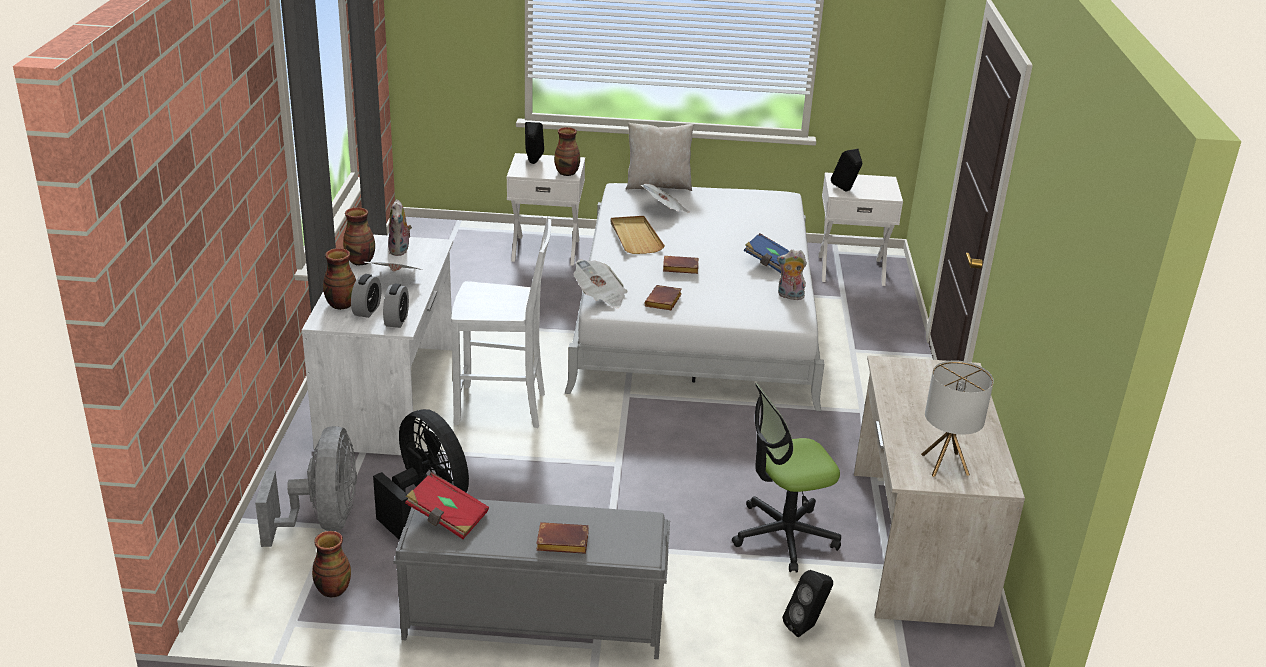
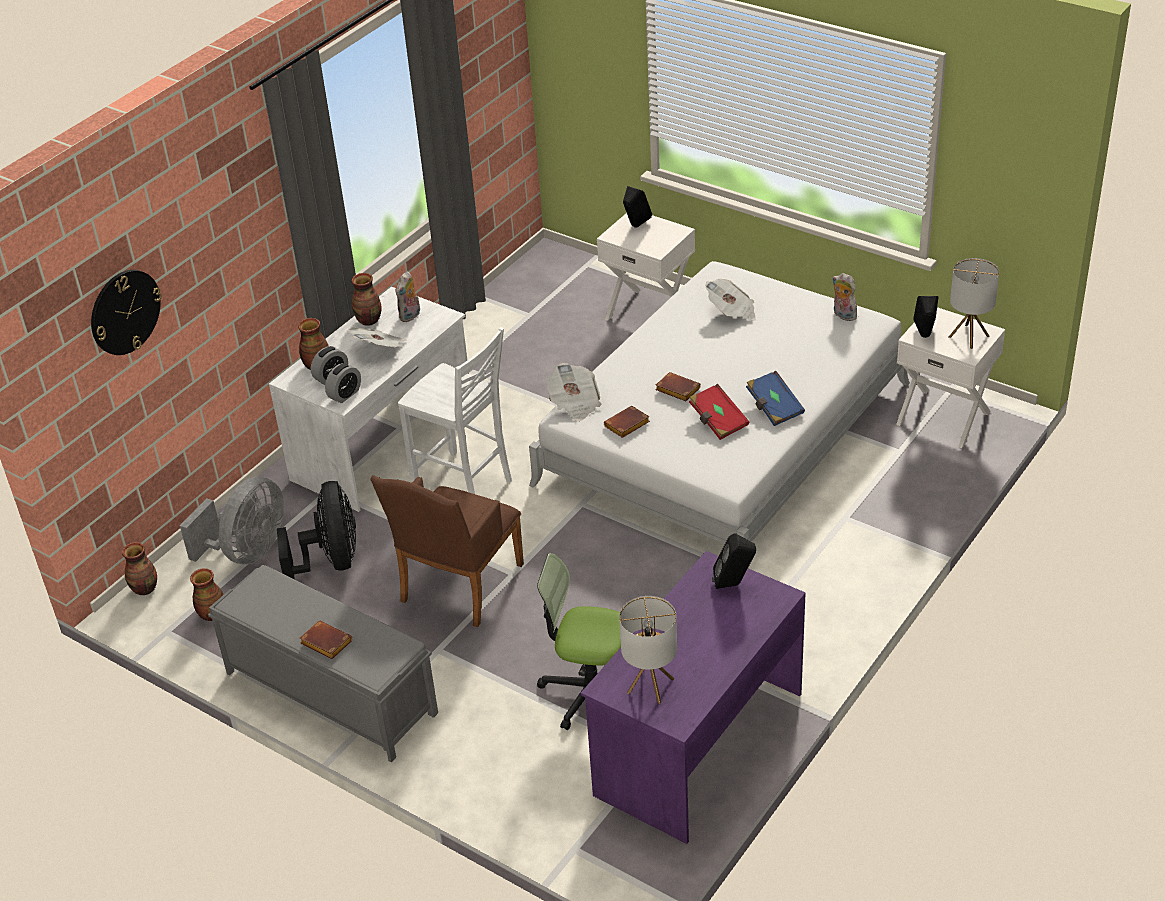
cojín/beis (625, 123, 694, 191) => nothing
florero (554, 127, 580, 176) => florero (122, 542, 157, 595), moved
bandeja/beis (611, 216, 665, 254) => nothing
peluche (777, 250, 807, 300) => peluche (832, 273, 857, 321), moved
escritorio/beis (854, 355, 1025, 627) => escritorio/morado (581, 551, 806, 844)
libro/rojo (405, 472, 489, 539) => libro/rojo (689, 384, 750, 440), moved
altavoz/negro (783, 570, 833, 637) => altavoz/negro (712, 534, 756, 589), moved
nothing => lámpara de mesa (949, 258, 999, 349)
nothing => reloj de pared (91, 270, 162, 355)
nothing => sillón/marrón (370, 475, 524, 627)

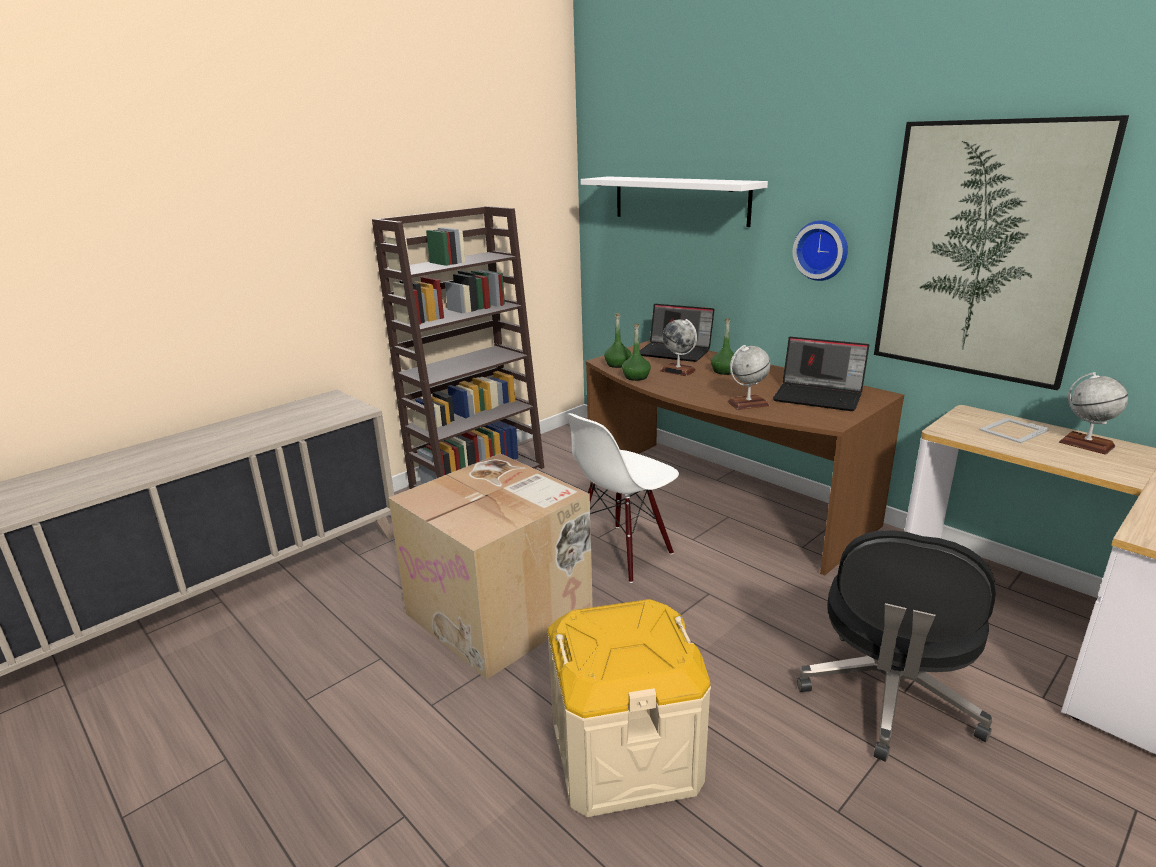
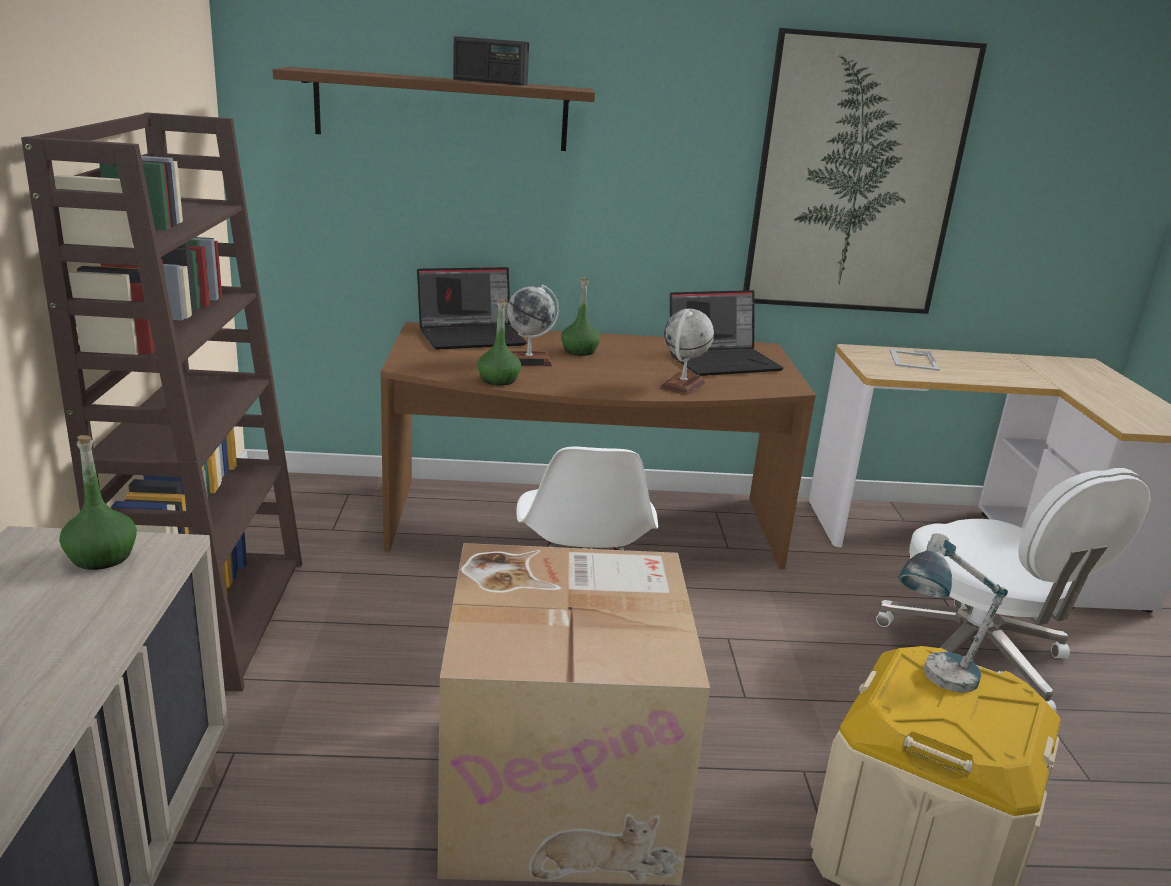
estante/blanco (581, 176, 768, 227) => estante/marrón (272, 67, 595, 151)
reloj de pared (793, 220, 848, 281) => nothing
botella/verde (604, 313, 632, 368) => botella/verde (59, 435, 137, 570), moved
globo terráqueo (1059, 372, 1128, 455) => nothing
silla de oficina/negro (797, 530, 996, 762) => silla de oficina/blanco (876, 468, 1150, 712)
nothing => radio (453, 36, 529, 85)
nothing => lámpara de mesa (898, 533, 1008, 693)

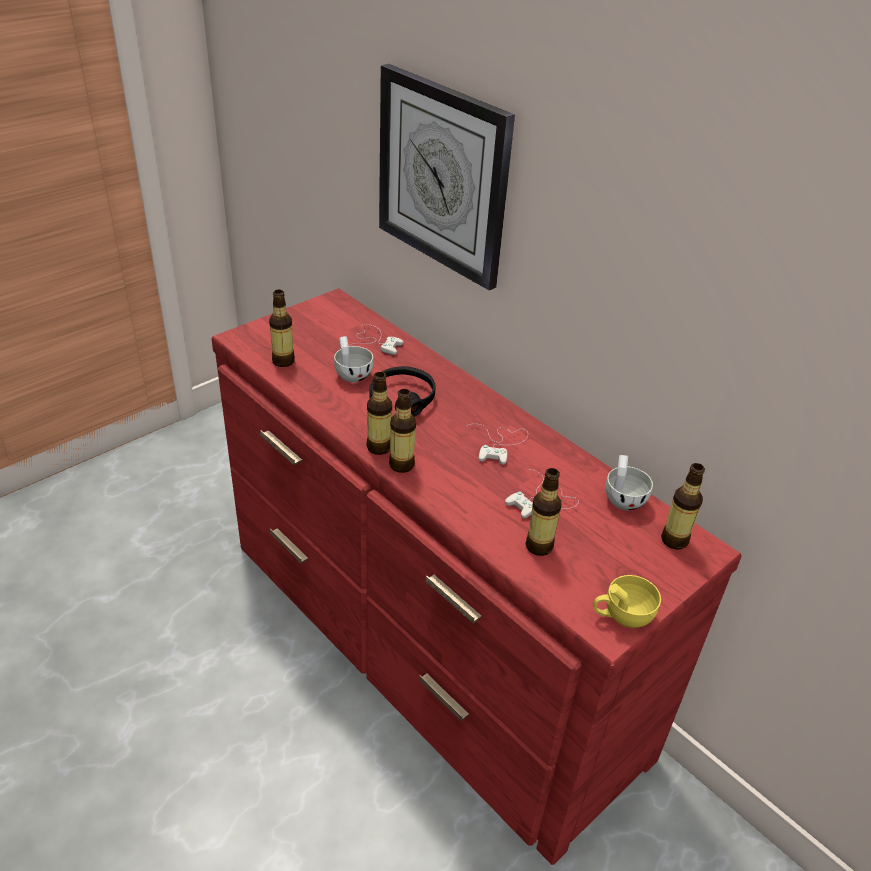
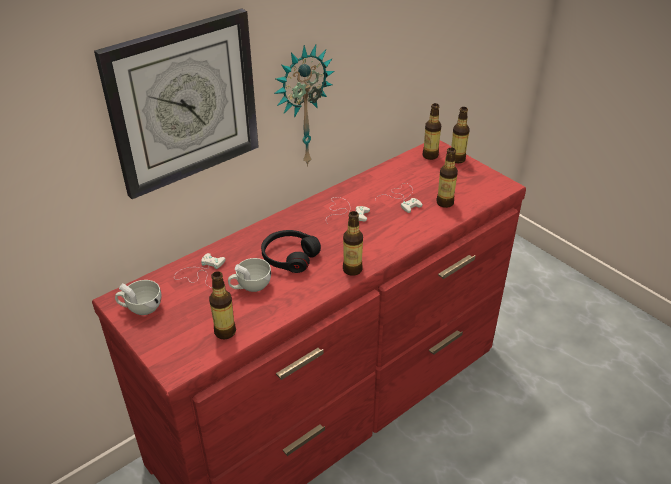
botella (389, 389, 416, 473) => botella (451, 107, 470, 164), moved
taza/blanco (606, 455, 653, 511) => taza/blanco (115, 280, 162, 315), moved
taza/amarillo (593, 575, 661, 628) => nothing
nothing => reloj de pared (274, 45, 335, 166)

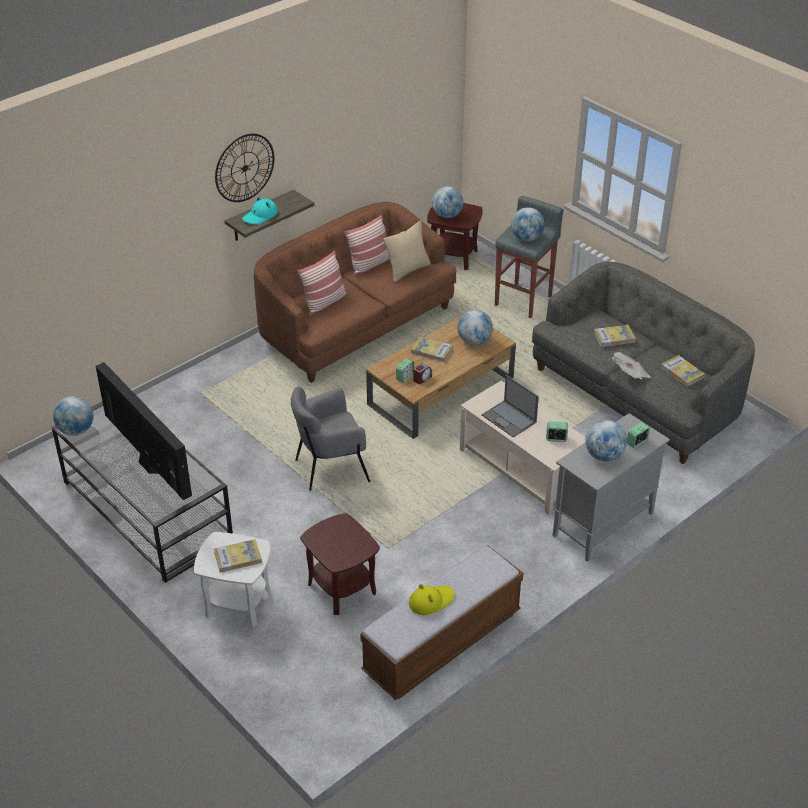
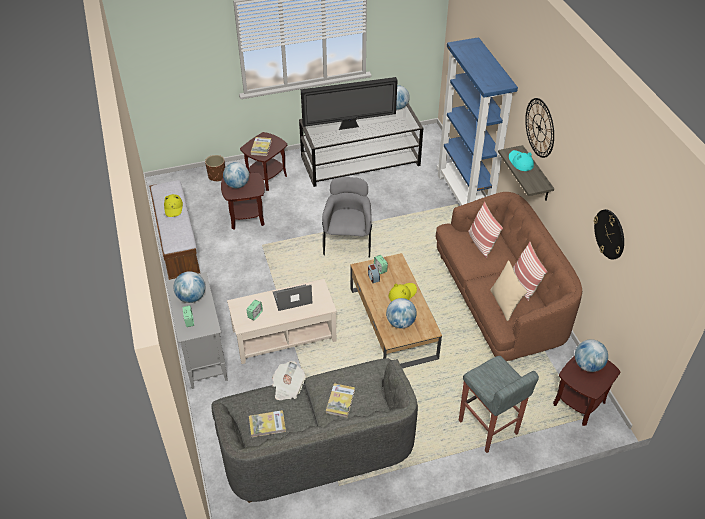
globo terráqueo (511, 207, 545, 241) => globo terráqueo (223, 162, 249, 188), moved
libro (411, 336, 453, 362) => sombrero/amarillo (389, 283, 417, 301)
mesa auxiliar/blanco (194, 532, 271, 627) => mesa auxiliar/marrón (240, 132, 287, 191)
nothing => estantería/azul (437, 37, 518, 206)
nothing => maceta/marrón (205, 155, 225, 181)
nothing => reloj de pared (594, 209, 624, 260)

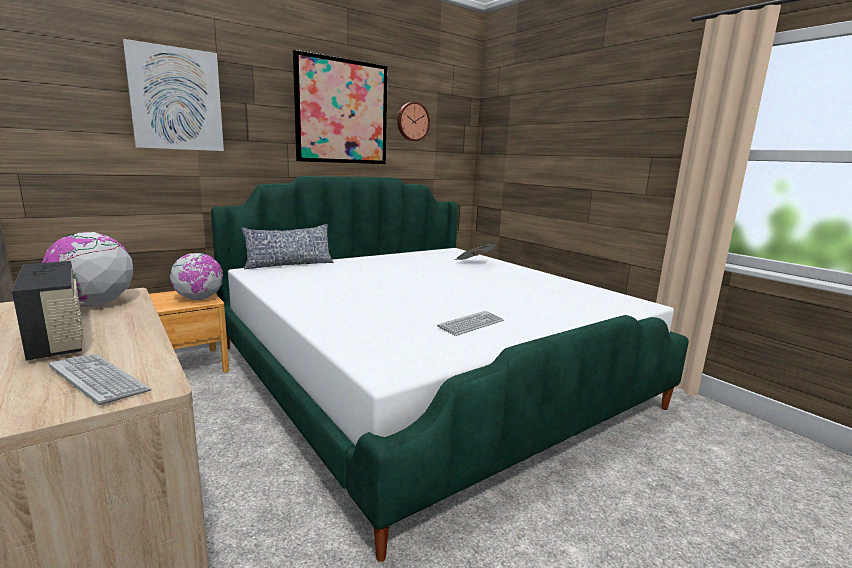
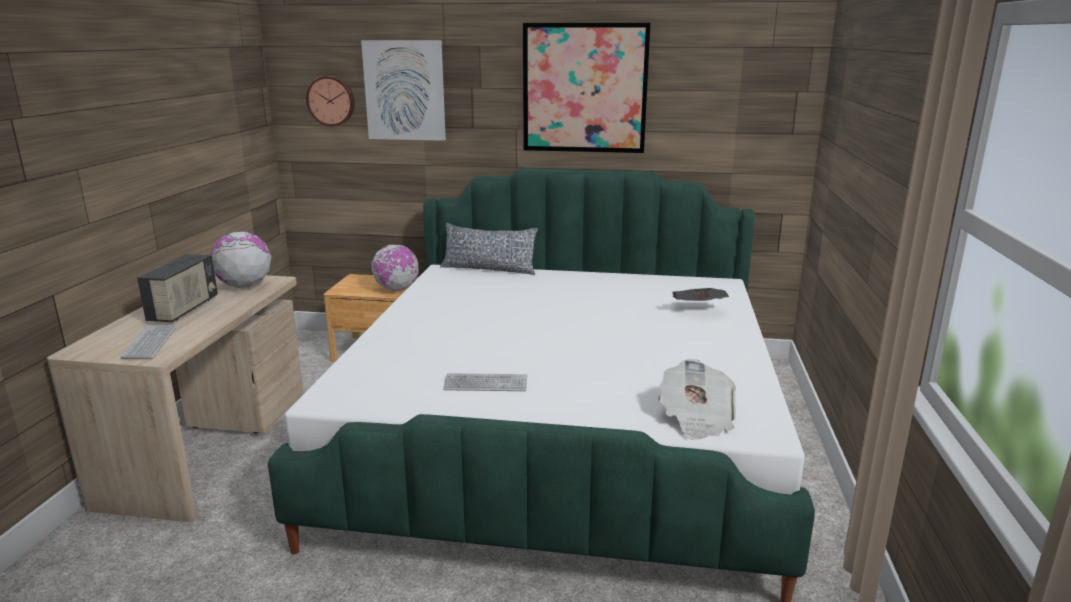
reloj de pared (397, 102, 430, 141) => reloj de pared (306, 76, 355, 126), moved
nothing => periódico (658, 359, 736, 440)

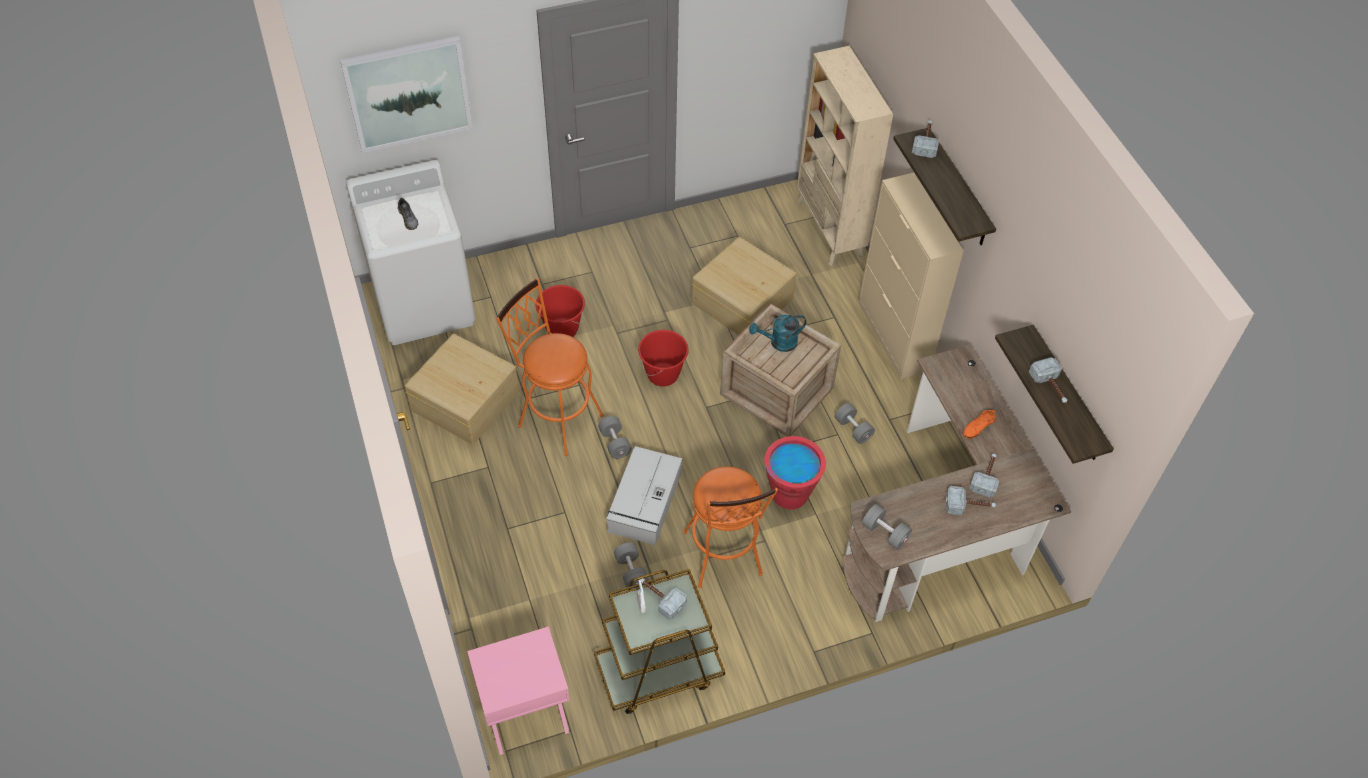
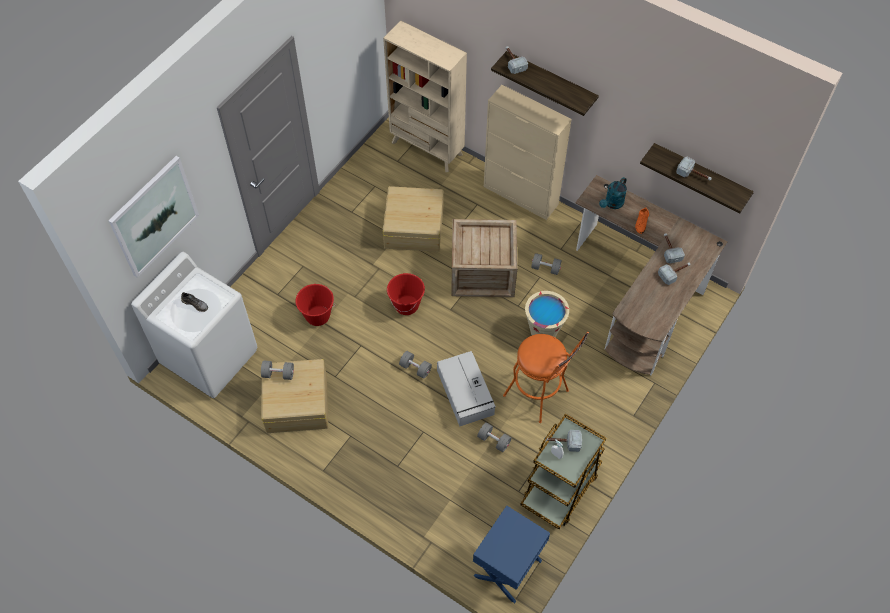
taburete/naranja (496, 278, 604, 456) => nothing
regadera/turquesa (749, 315, 806, 352) => regadera/turquesa (599, 177, 627, 209), moved
cubo/rojo (764, 436, 826, 510) => cubo/beis (525, 291, 569, 337)
mancuerna/gris (862, 504, 912, 550) => mancuerna/gris (261, 361, 294, 380), moved
mesita de noche/rosa (467, 627, 570, 755) => mesita de noche/azul (473, 506, 550, 603)

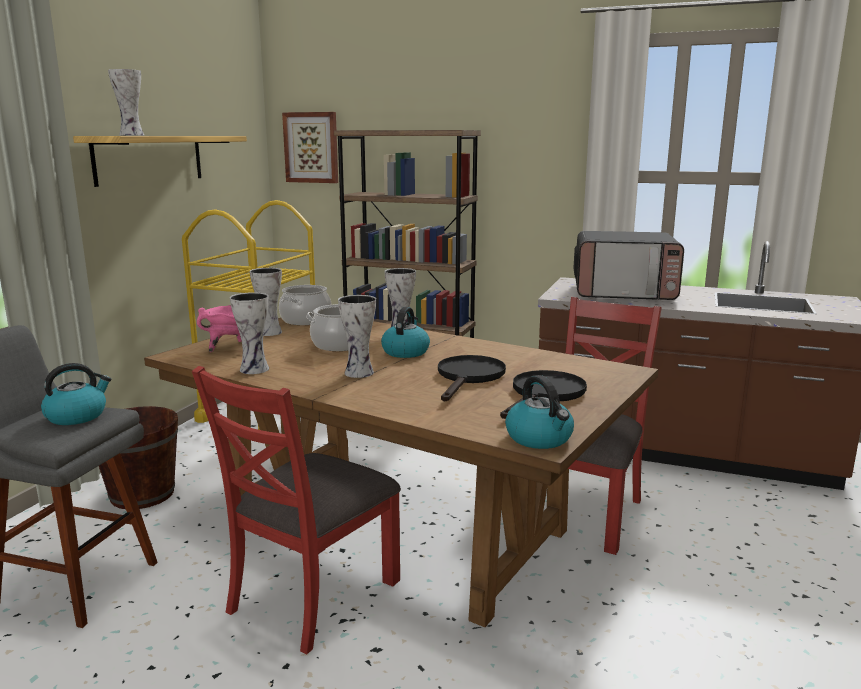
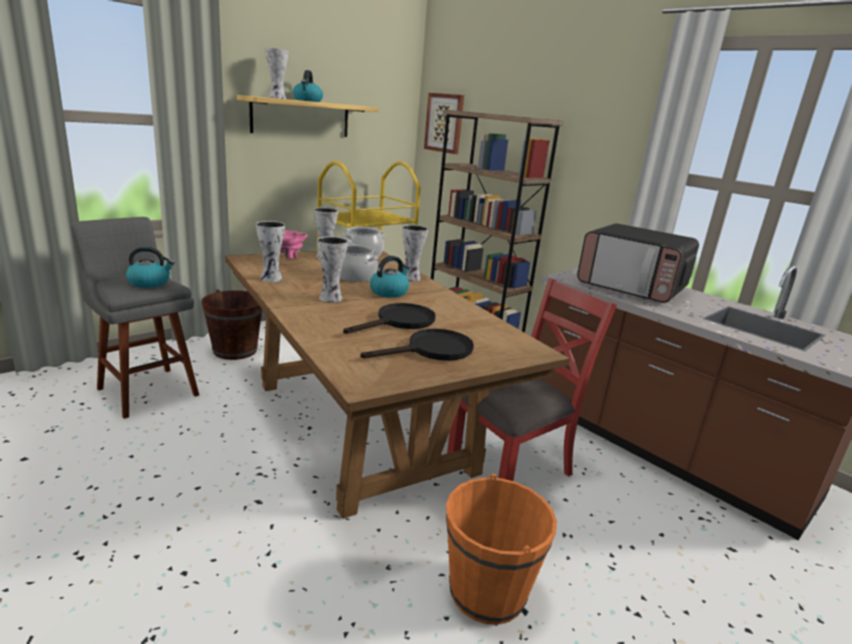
silla/rojo (192, 366, 401, 654) => nothing
hervidor (505, 375, 574, 449) => hervidor (293, 70, 323, 102), moved
nothing => cubo/naranja (446, 474, 557, 625)

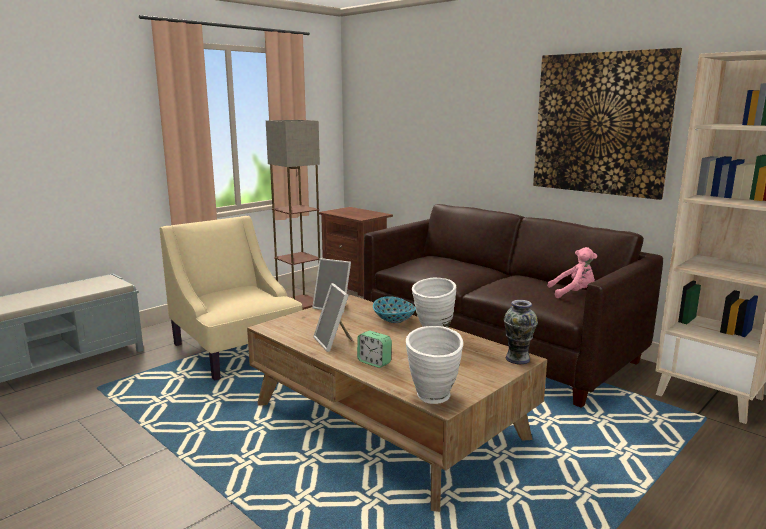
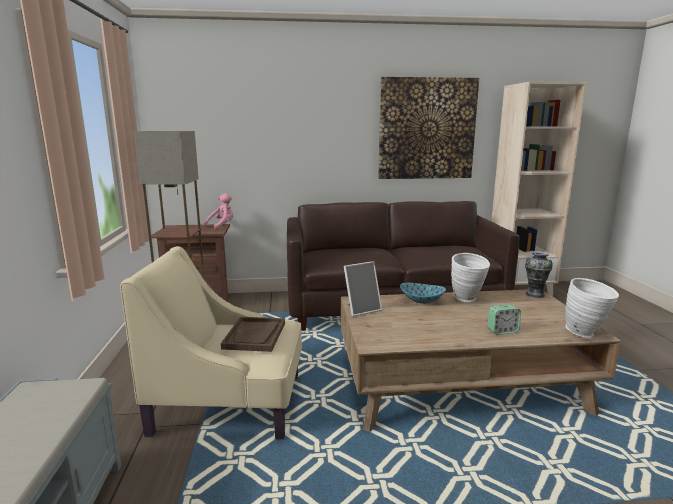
peluche/rosa (548, 247, 597, 298) => peluche/rosa (203, 193, 234, 230), moved
portarretratos (313, 283, 354, 352) => nothing
nothing => bandeja/marrón (221, 317, 285, 352)

